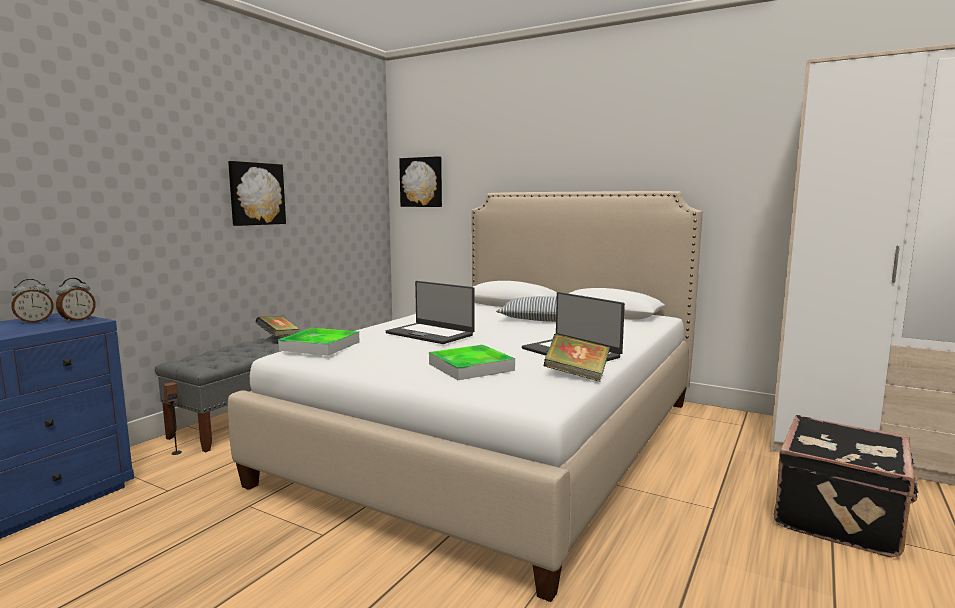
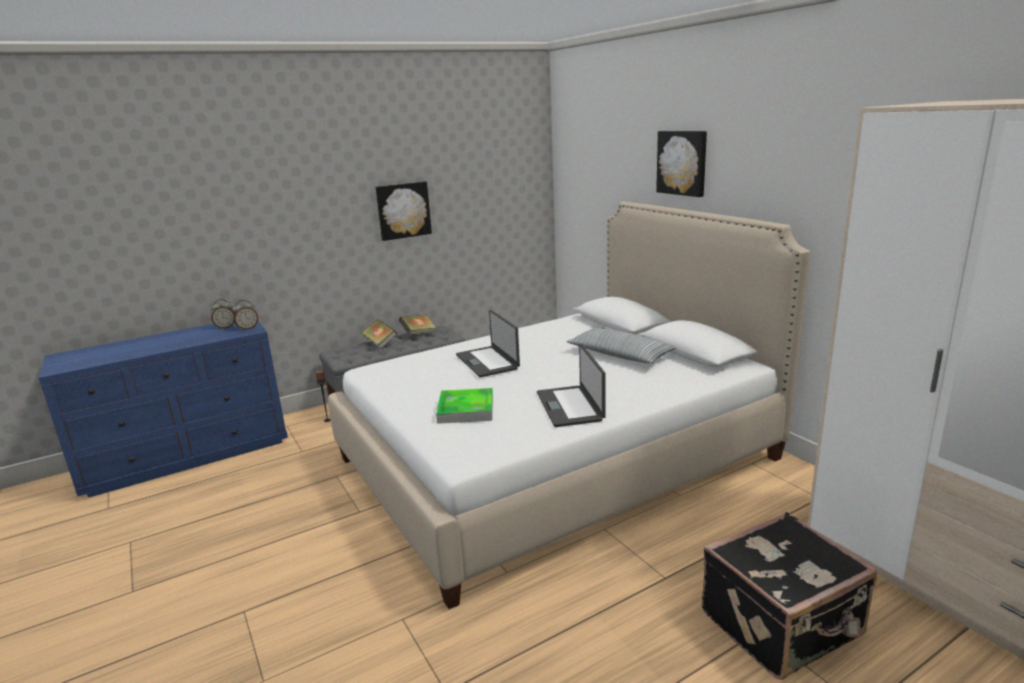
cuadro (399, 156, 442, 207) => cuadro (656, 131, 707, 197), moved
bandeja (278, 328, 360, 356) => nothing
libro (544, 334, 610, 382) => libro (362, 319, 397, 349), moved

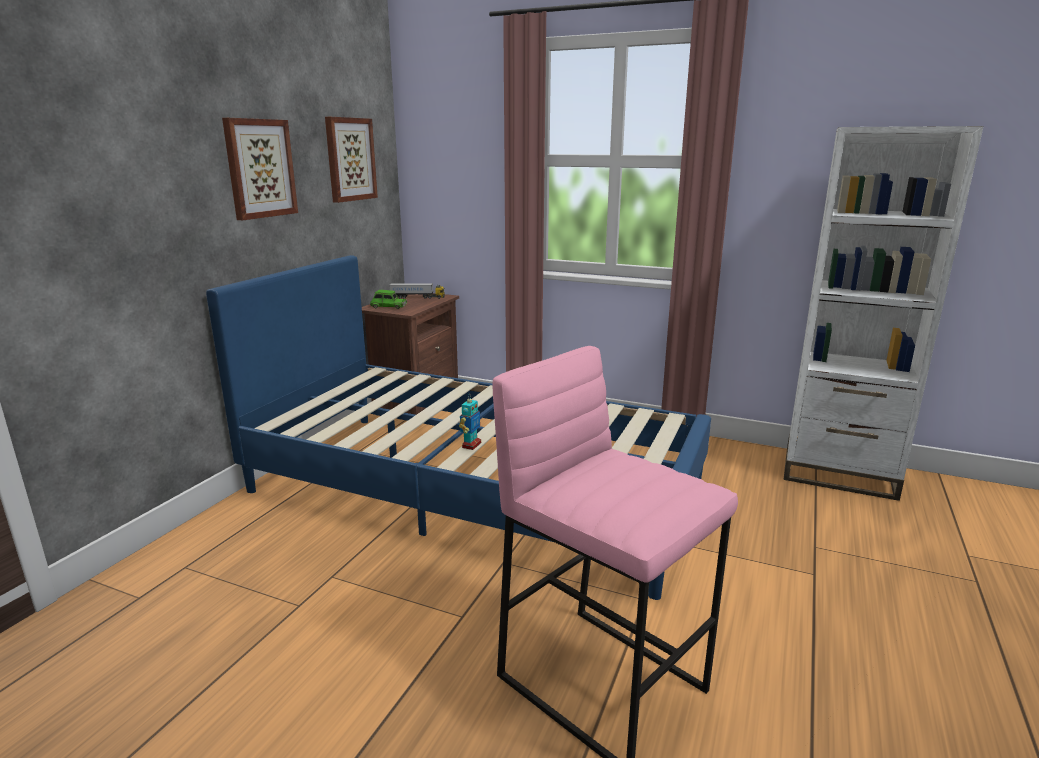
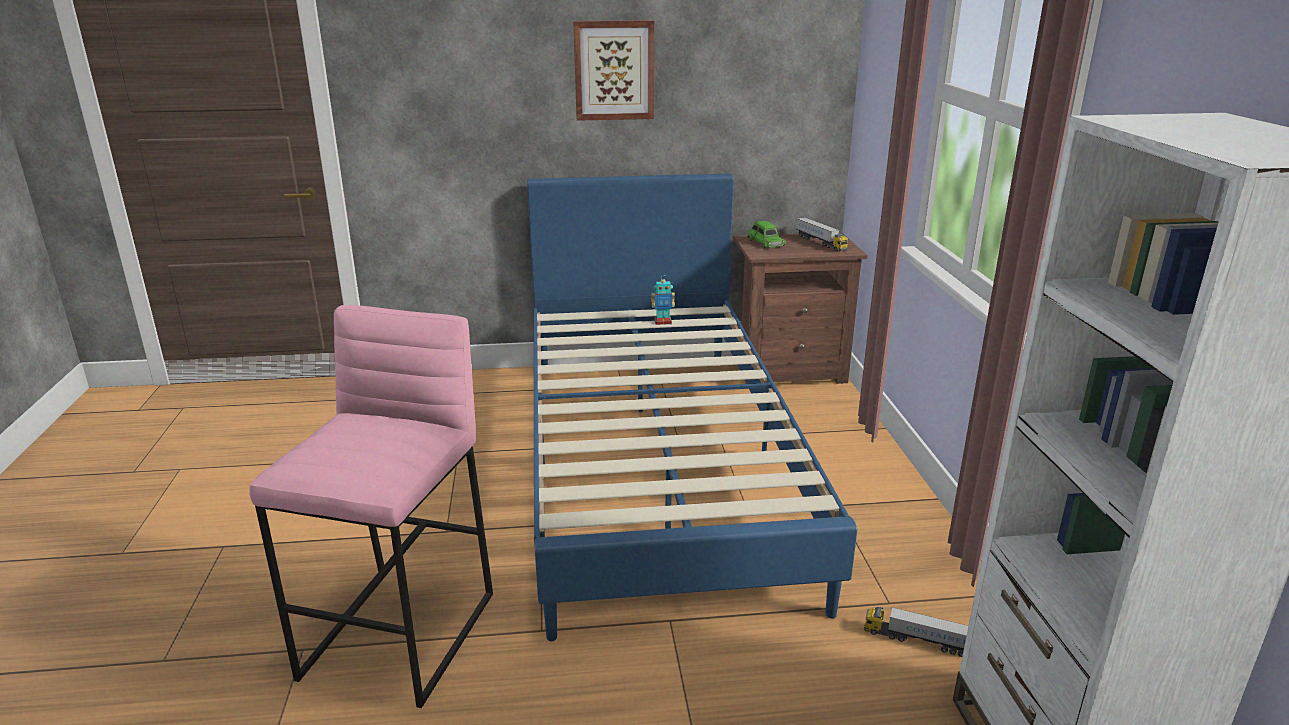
cuadro (325, 117, 378, 203) => nothing
robot de juguete (459, 394, 481, 450) => robot de juguete (651, 279, 675, 325), moved
nothing => camión de juguete (864, 607, 968, 657)

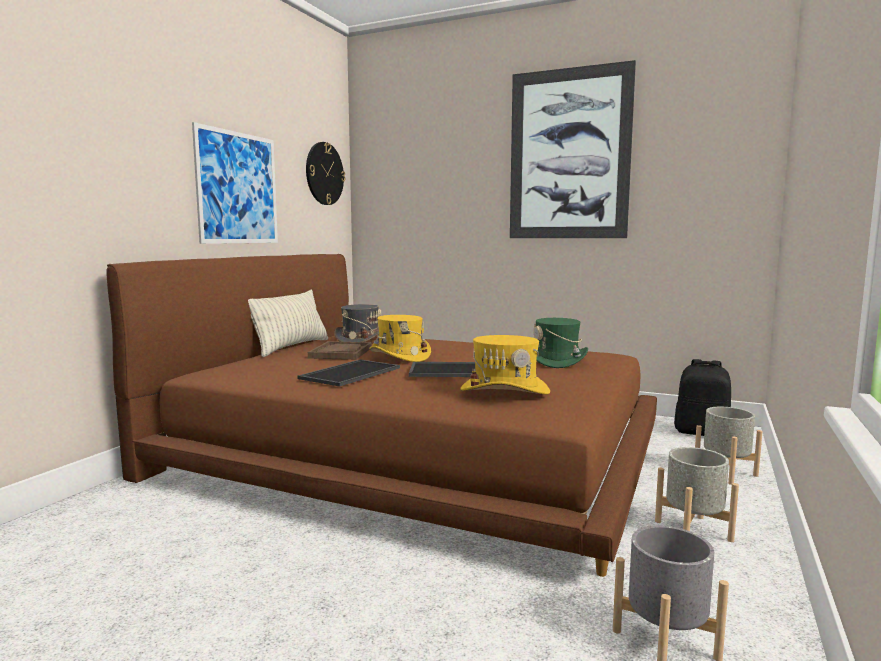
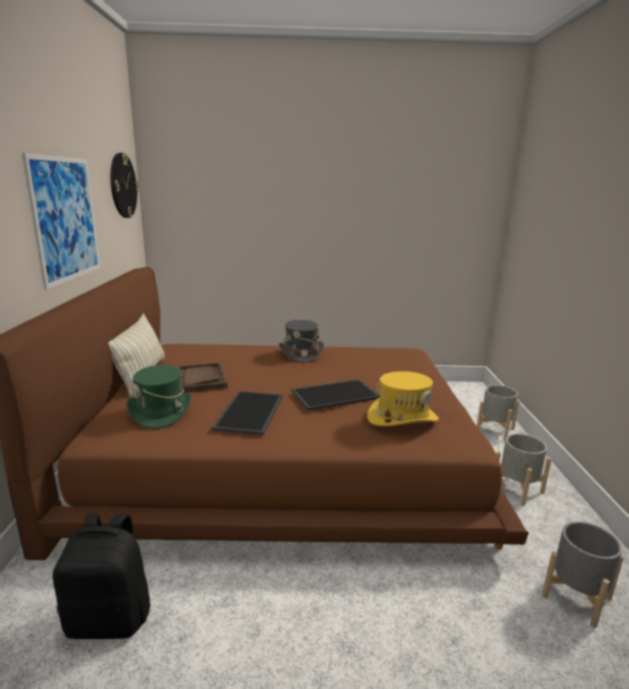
cuadro (510, 60, 636, 238) => nothing
sombrero/gris (334, 304, 381, 342) => sombrero/gris (279, 320, 324, 363), moved
sombrero/amarillo (369, 315, 431, 362) => nothing
sombrero/verde (533, 318, 588, 368) => sombrero/verde (127, 365, 191, 429), moved
mochila/negro (674, 359, 731, 436) => mochila/negro (53, 514, 150, 639), moved

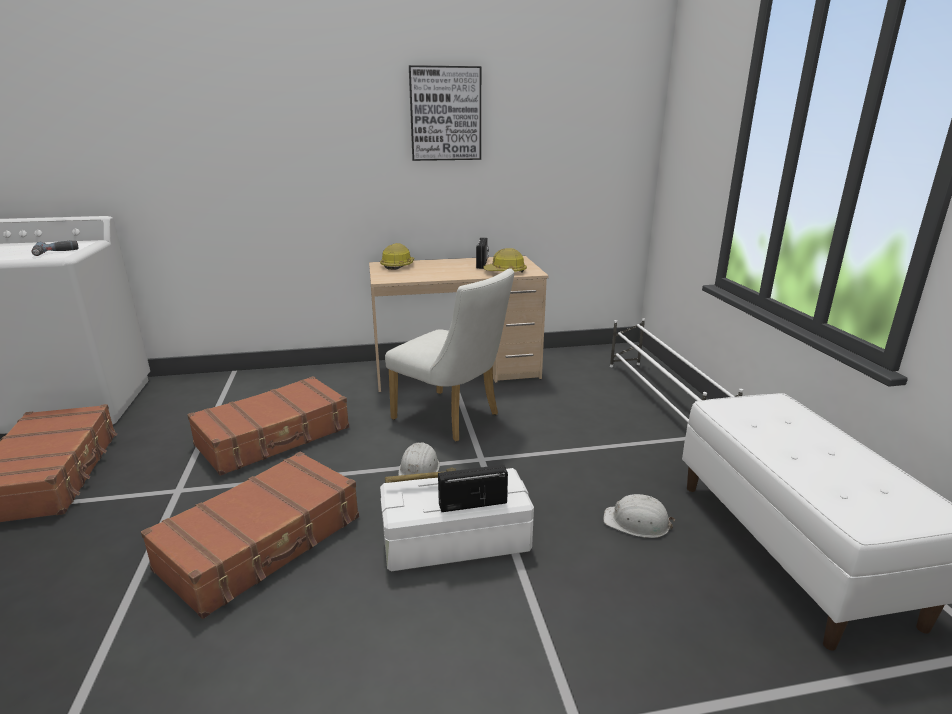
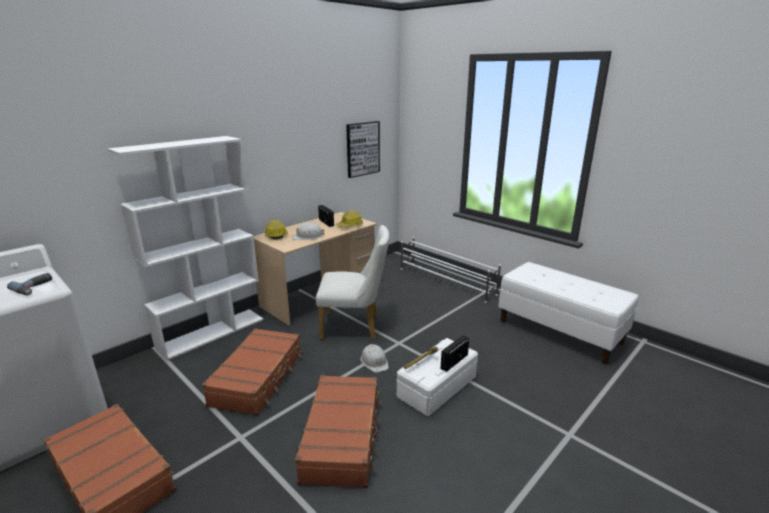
cuadro (409, 65, 481, 161) => cuadro (346, 121, 380, 178), moved
casco/blanco (603, 494, 675, 538) => casco/blanco (292, 222, 324, 240), moved
nothing => estantería/blanco (107, 136, 263, 361)

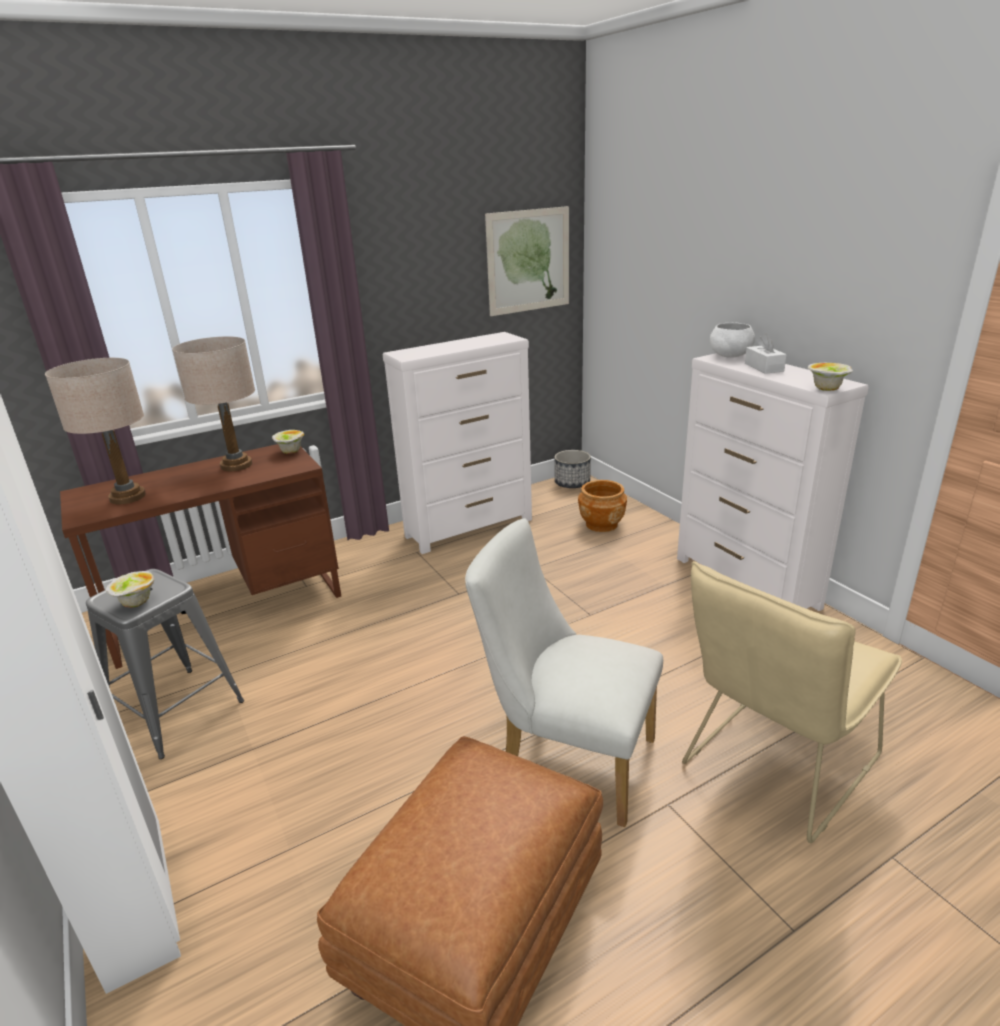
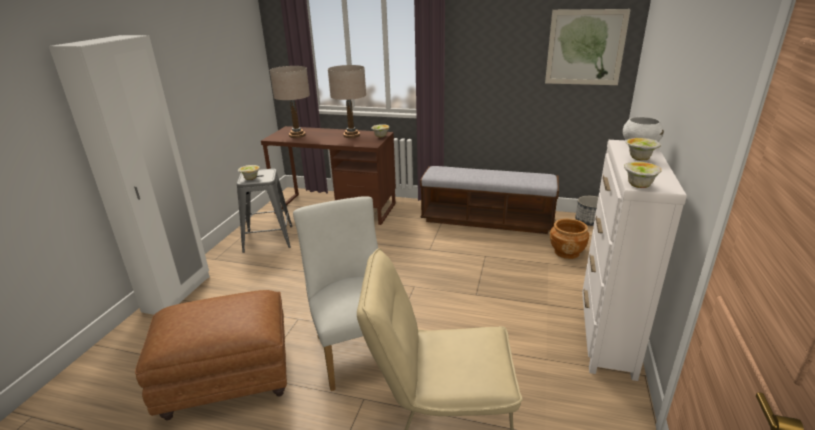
cómoda/blanco (383, 332, 532, 554) => banco (420, 166, 559, 234)
caja de pañuelos/blanco (745, 334, 787, 374) => cuenco (625, 138, 661, 161)

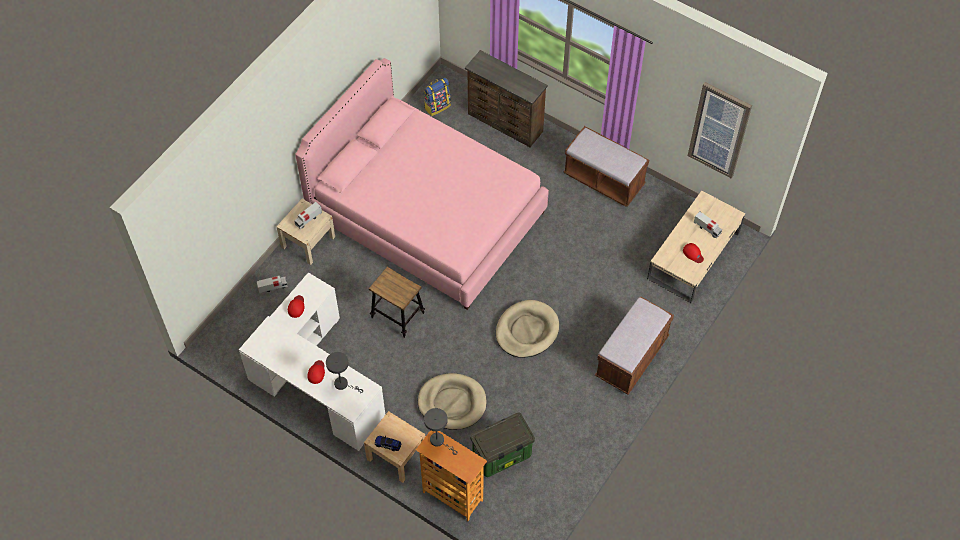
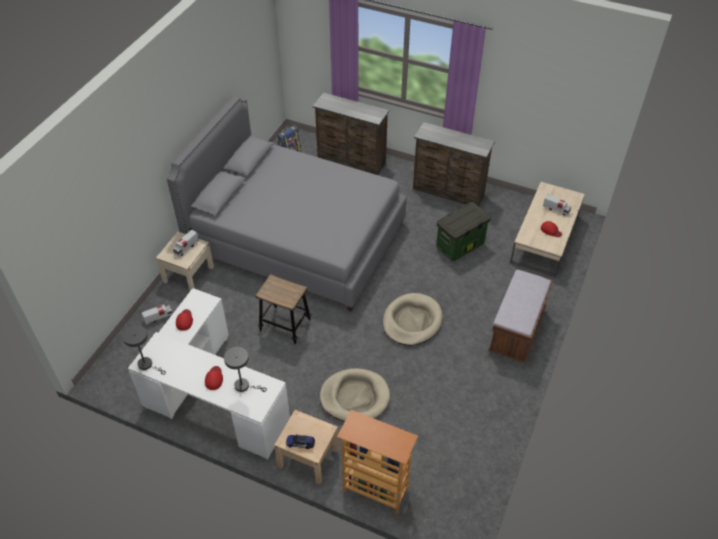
cama/rosa (295, 58, 549, 310) => cama/gris (167, 96, 407, 311)
cuadro (688, 82, 752, 178) => nothing
banco/marrón (563, 126, 649, 207) => cómoda/marrón (413, 122, 495, 206)
lámpara de mesa/gris (424, 408, 457, 455) => lámpara de mesa/gris (122, 325, 166, 375), moved
caja de almacenaje (470, 412, 535, 477) => caja de almacenaje (436, 202, 491, 261), moved

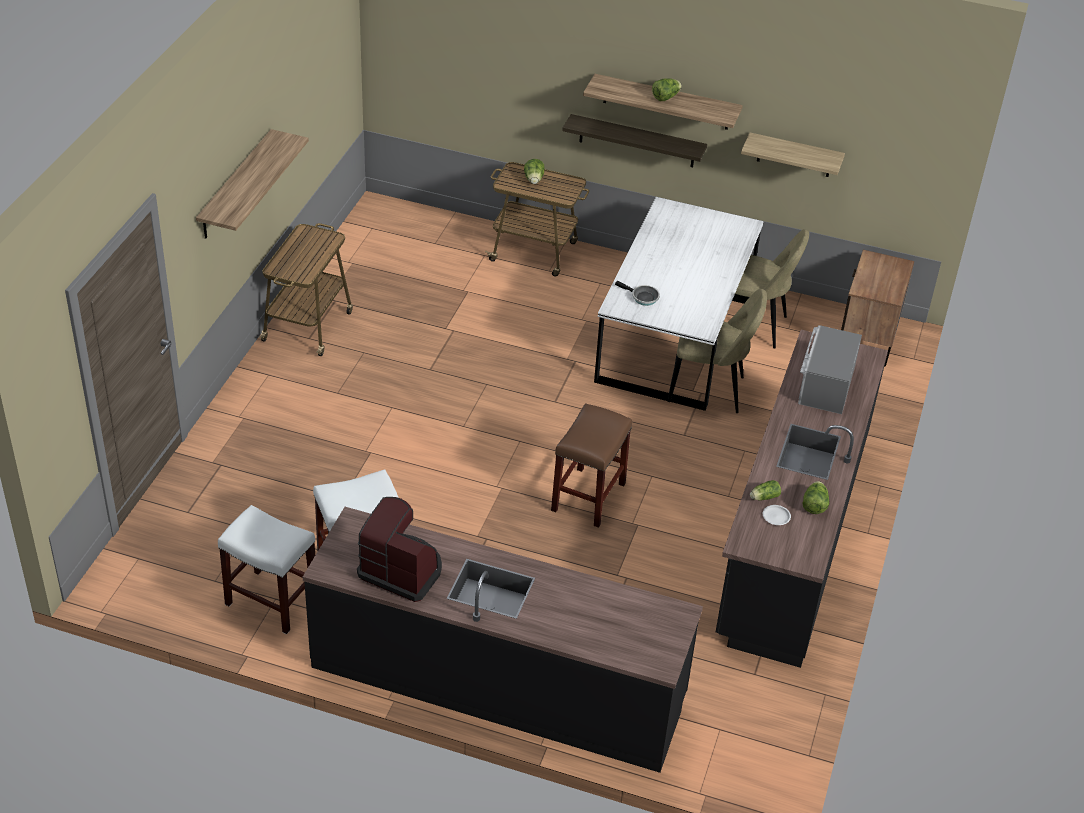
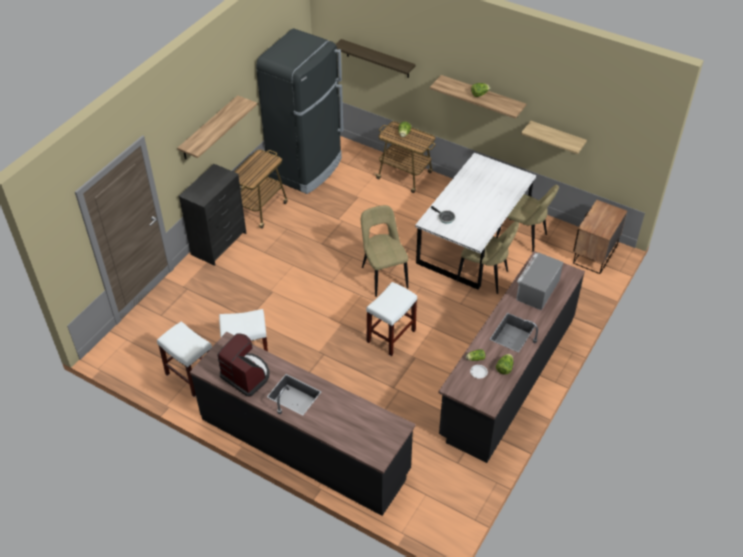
estante (562, 114, 707, 167) => estante (336, 39, 415, 78), moved
taburete/marrón (551, 403, 632, 528) => taburete/blanco (366, 282, 417, 356)
nothing => nevera/negro (256, 28, 344, 194)
nothing => cómoda/negro (179, 164, 246, 266)
nothing => silla/beis (361, 205, 408, 297)

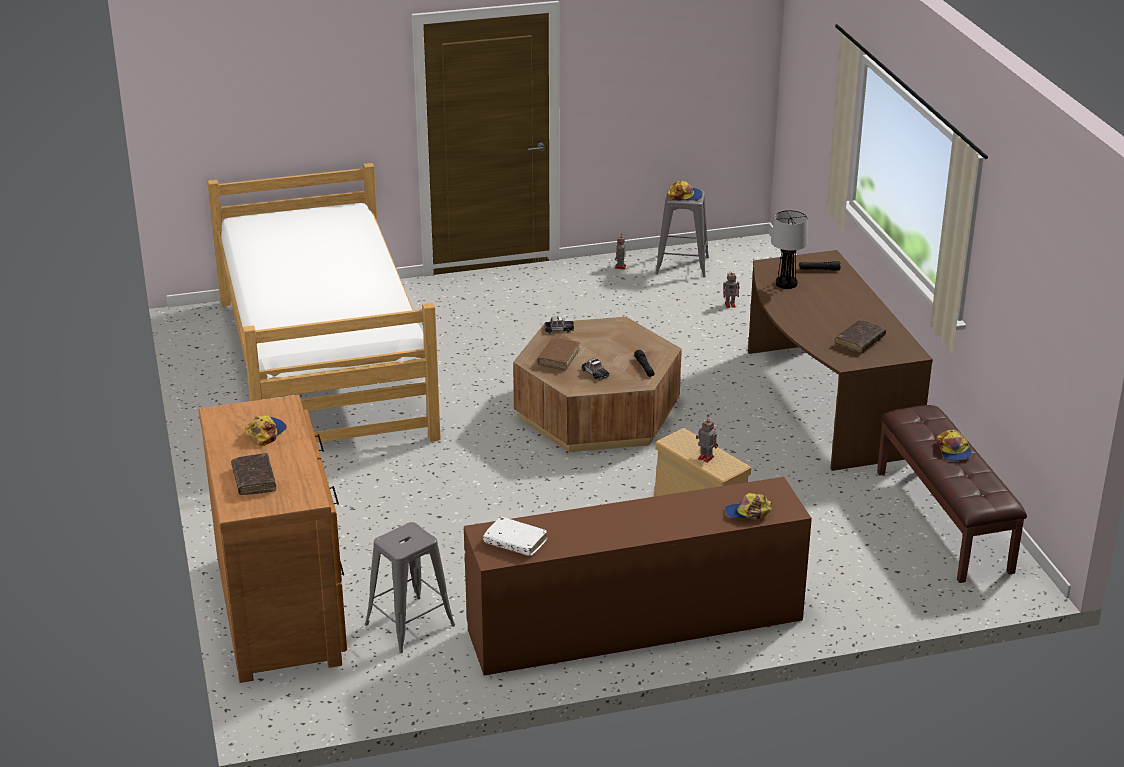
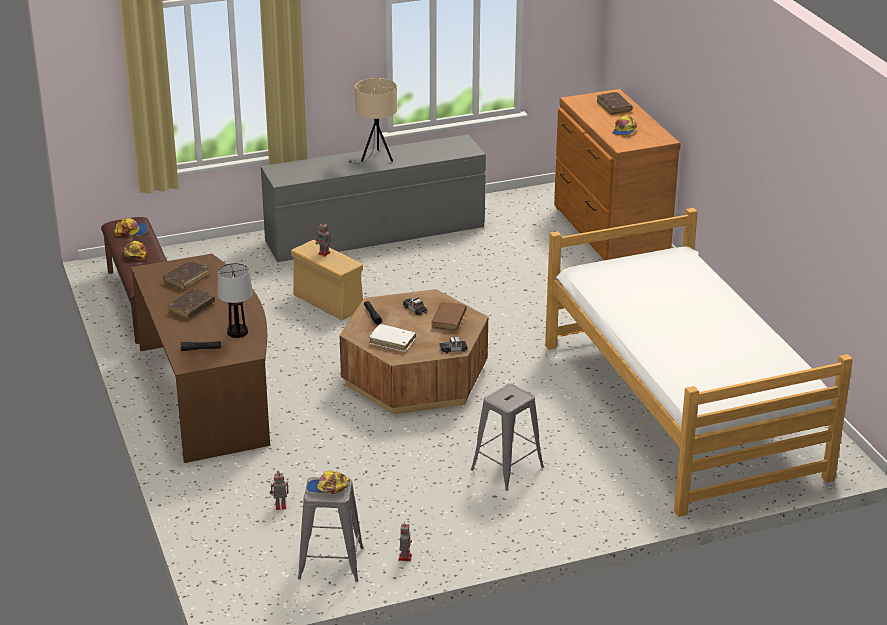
cómoda/marrón (464, 477, 812, 676) => cómoda/gris (261, 135, 486, 262)
gorra (725, 493, 772, 519) => gorra (114, 218, 148, 237), moved
libro/blanco (483, 517, 547, 556) => libro/blanco (369, 324, 416, 352), moved
taburete/gris (365, 522, 455, 653) => taburete/gris (470, 384, 544, 491), moved
nothing => lámpara de mesa/beis (348, 78, 397, 164)
nothing => libro/marrón (168, 288, 215, 318)

